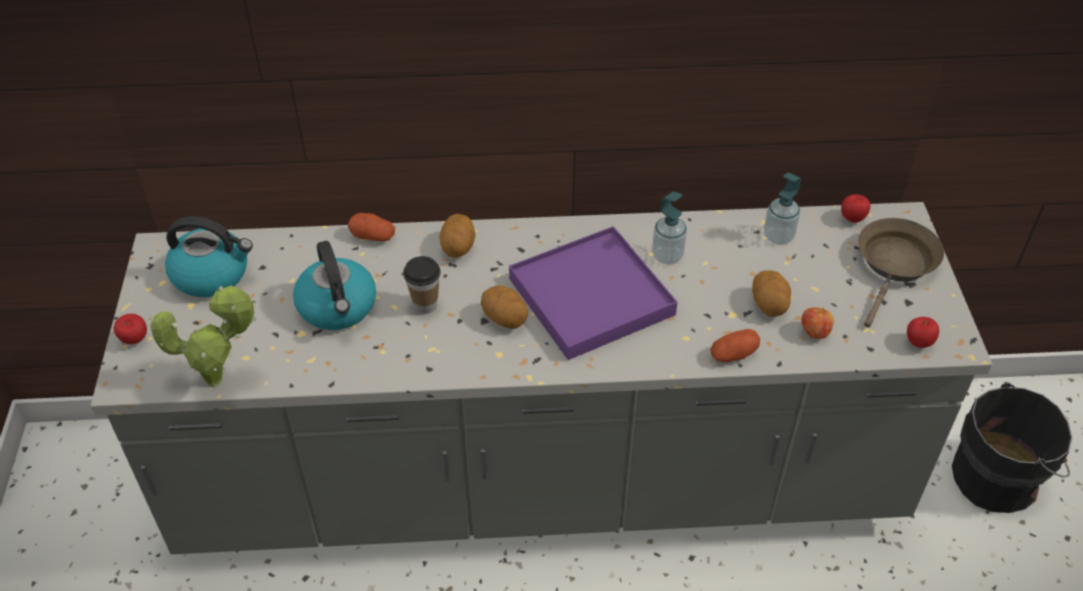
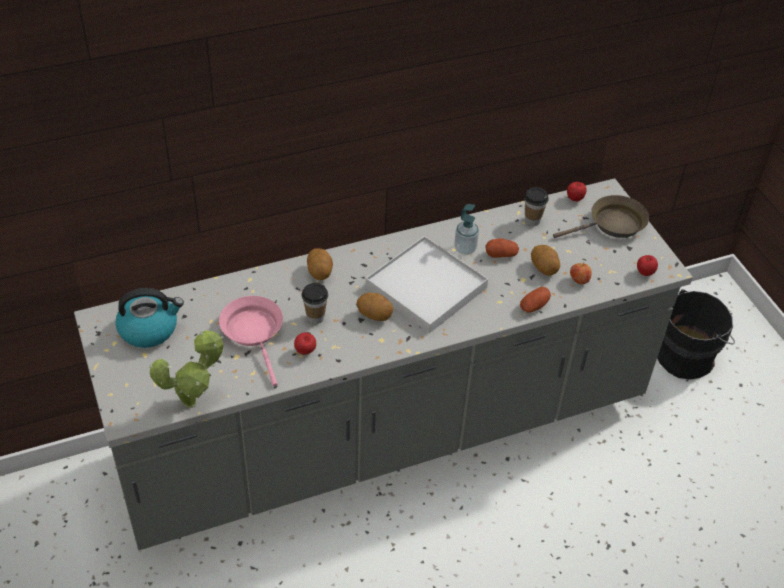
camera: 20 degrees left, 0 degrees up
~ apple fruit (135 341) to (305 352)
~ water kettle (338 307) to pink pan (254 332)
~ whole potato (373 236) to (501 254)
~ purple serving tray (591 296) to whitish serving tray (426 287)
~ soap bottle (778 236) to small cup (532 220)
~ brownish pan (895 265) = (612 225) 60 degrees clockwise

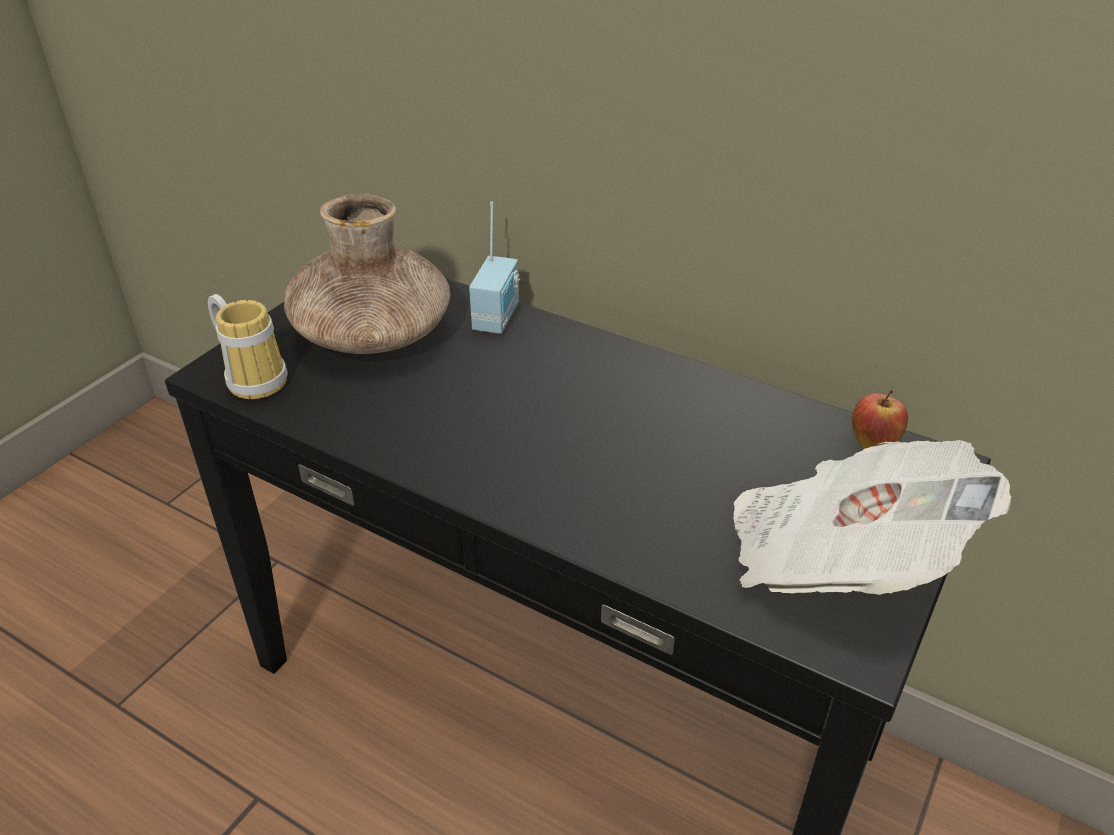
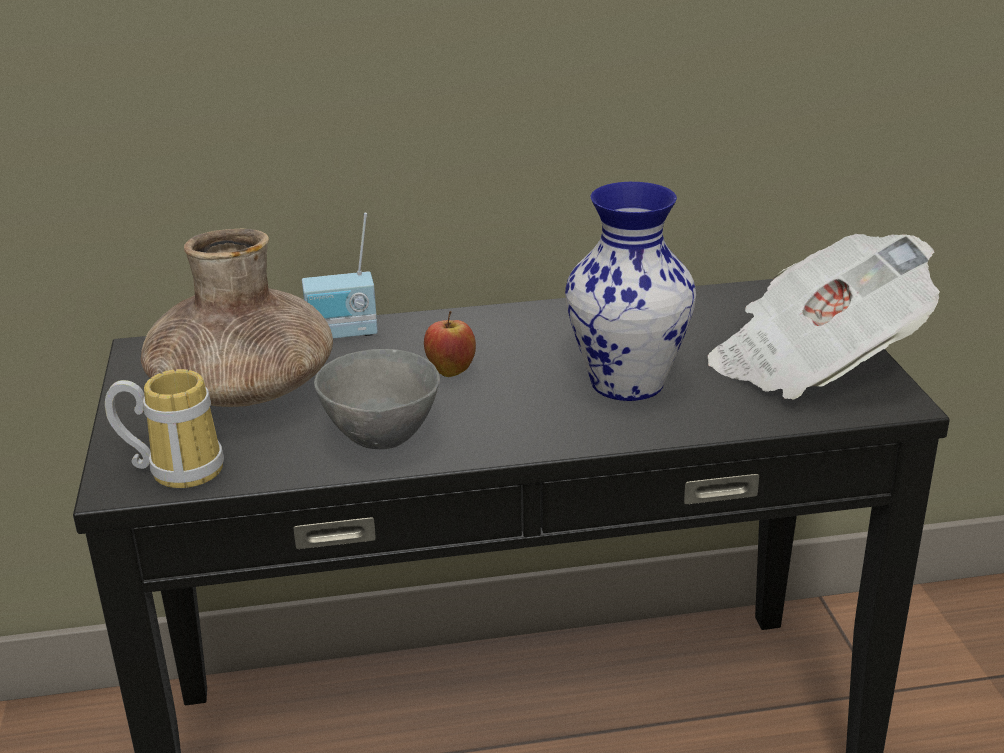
camera: 40 degrees left, 10 degrees down
~ radio set (498 318) = (343 334) 105 degrees clockwise
~ apple fruit (872 444) to (450 372)
+ gray bowl (383 439)
+ decorative vase (626 384)

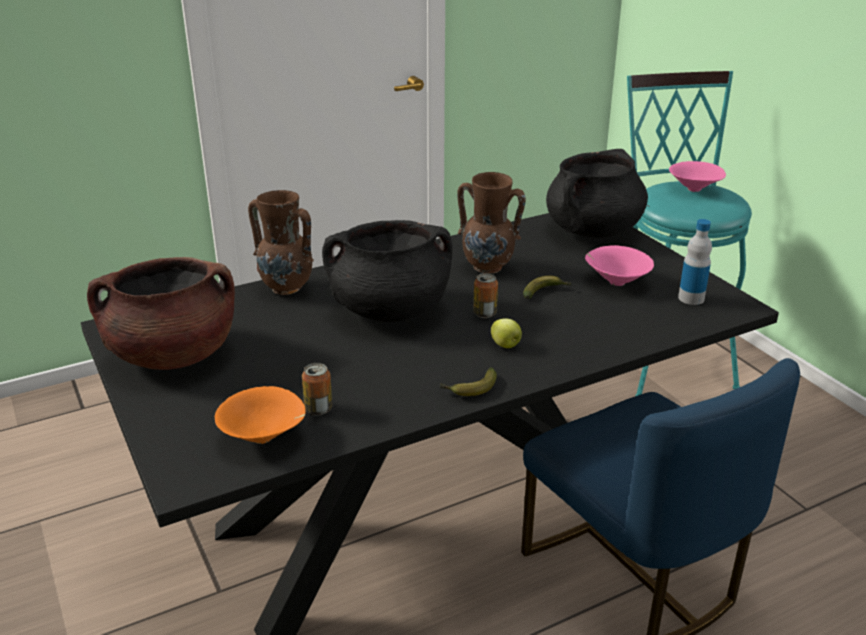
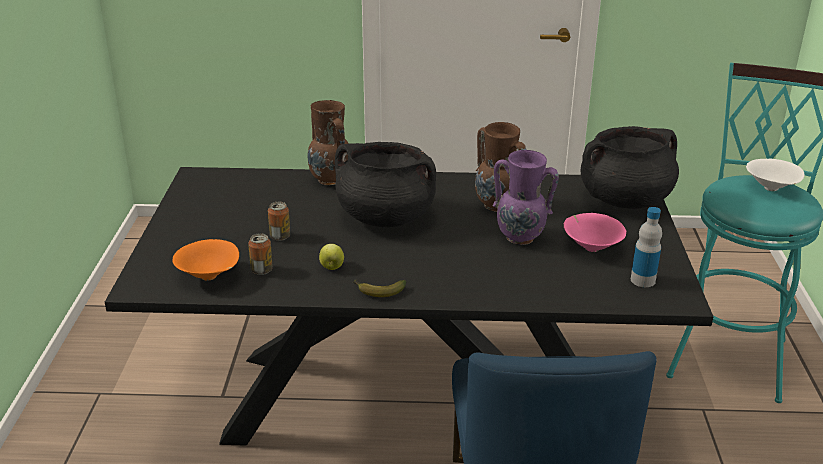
camera: 30 degrees right, 0 degrees up
- brownish stockpot (173 355)
~ sealed can (485 313) to (280 236)
~ apple fruit (506 345) to (332 267)
~ banana (545 292) to purple decorative vase (521 238)
~ pink bowl (695 190) to whitish bowl (771 189)

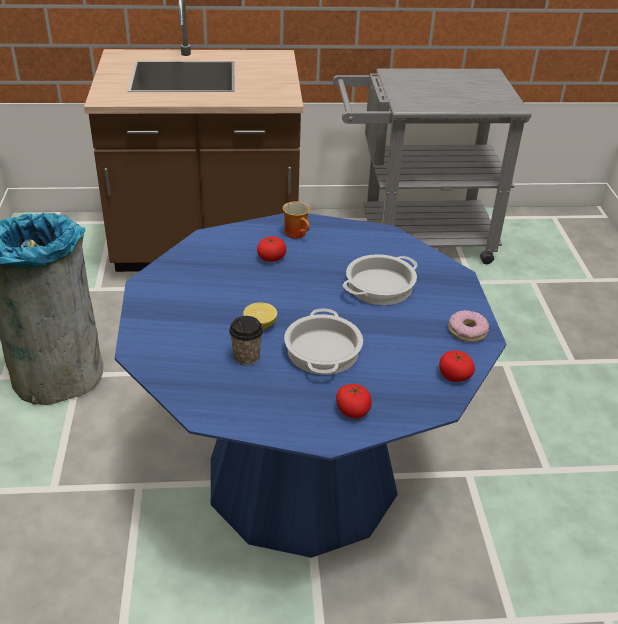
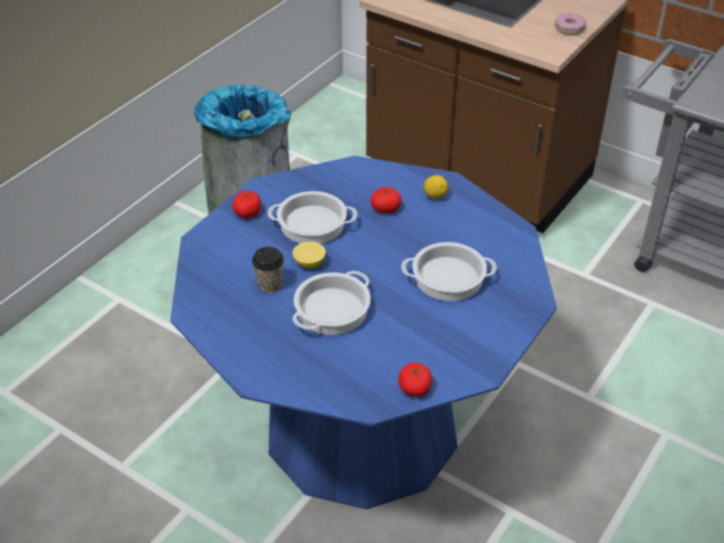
camera: 40 degrees right, 5 degrees up
~ mug (298 234) to lemon (435 196)
~ whole tomato (353 410) to (248 212)
~ donut (467 331) to (569 28)
+ stockpot (311 224)

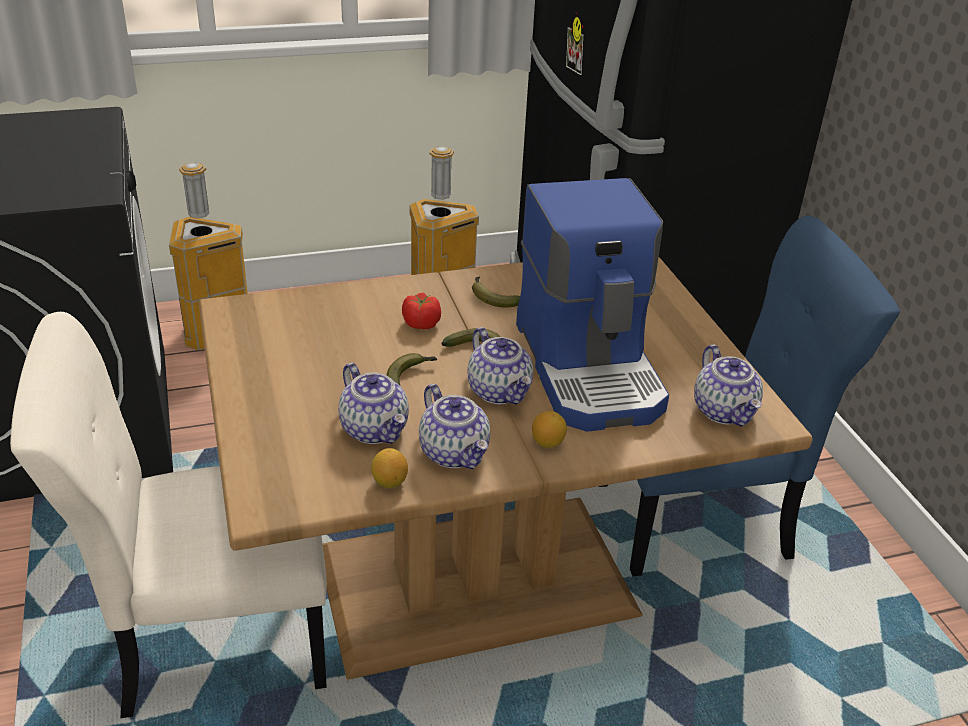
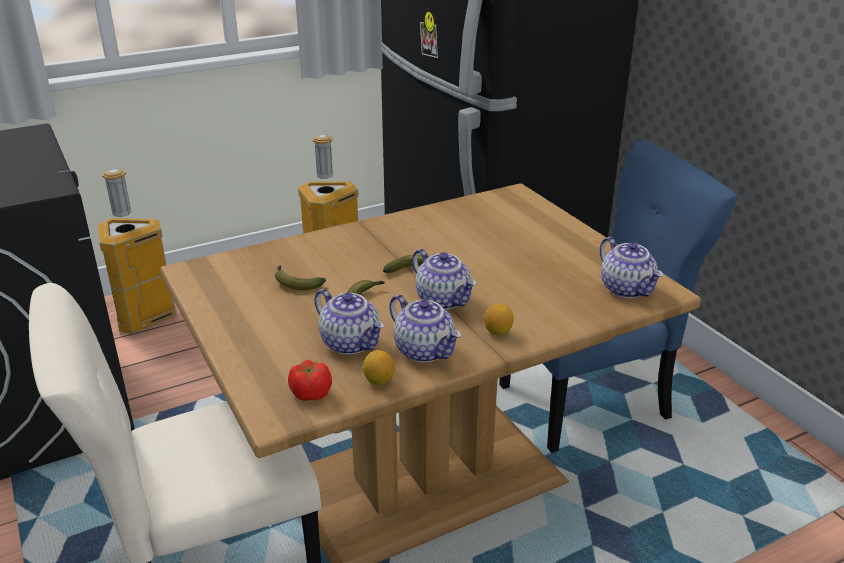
camera: 10 degrees left, 5 degrees down
~ whole tomato (421 324) to (310 393)
~ banana (492 298) to (295 283)
- coffee maker (591 368)

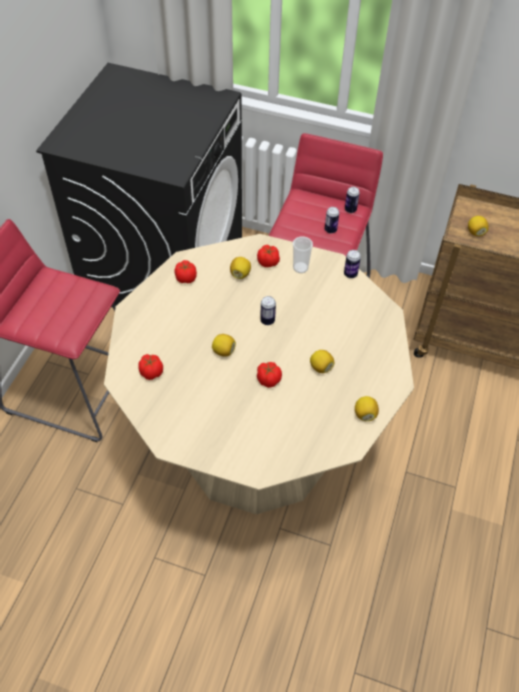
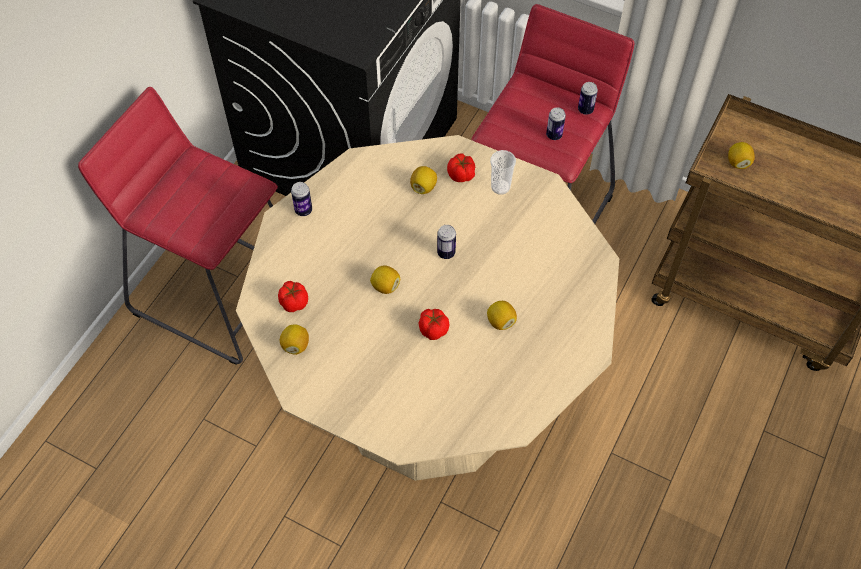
camera: 10 degrees right, 5 degrees up
- whole tomato (186 278)
~ sealed can (350 274) to (303 210)
~ lemon (365 414) to (295 345)

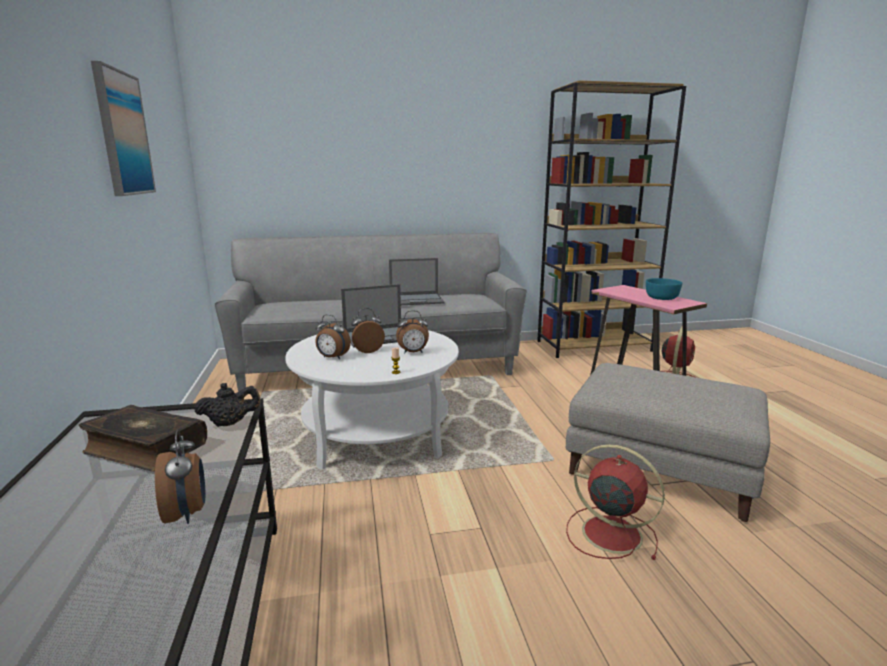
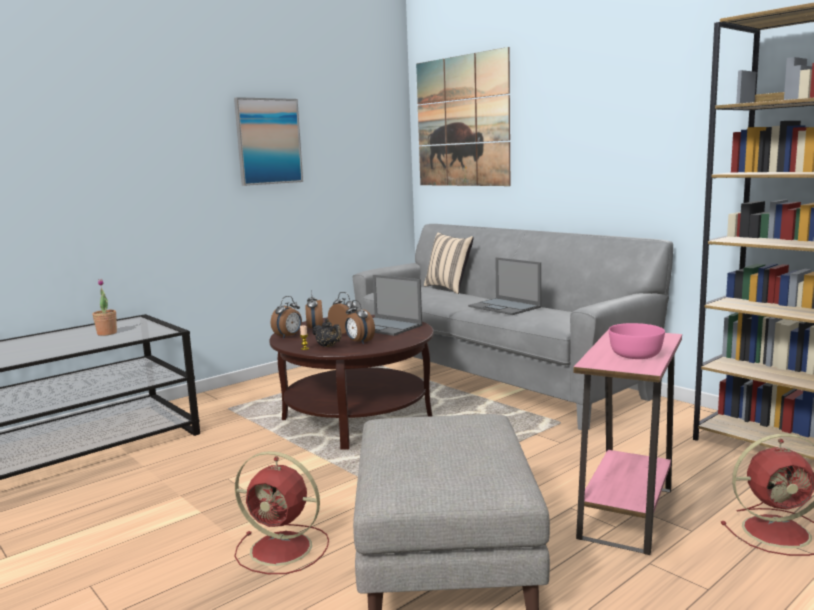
camera: 60 degrees right, 5 degrees down
~ book (145 449) to plant in a pot (107 333)
~ bedside clock (187 513) to (289 336)
~ black tea pot (230 423) to (328 346)
~ whitish lounge table (377 435) to brownish lounge table (357 419)
~ red cooling fan (609 533) = (284 549) 105 degrees clockwise
~ turquoise bowl (662 297) to pink bowl (636 355)
+ wall art (462 121)
+ sand-coloured pillow (449 288)

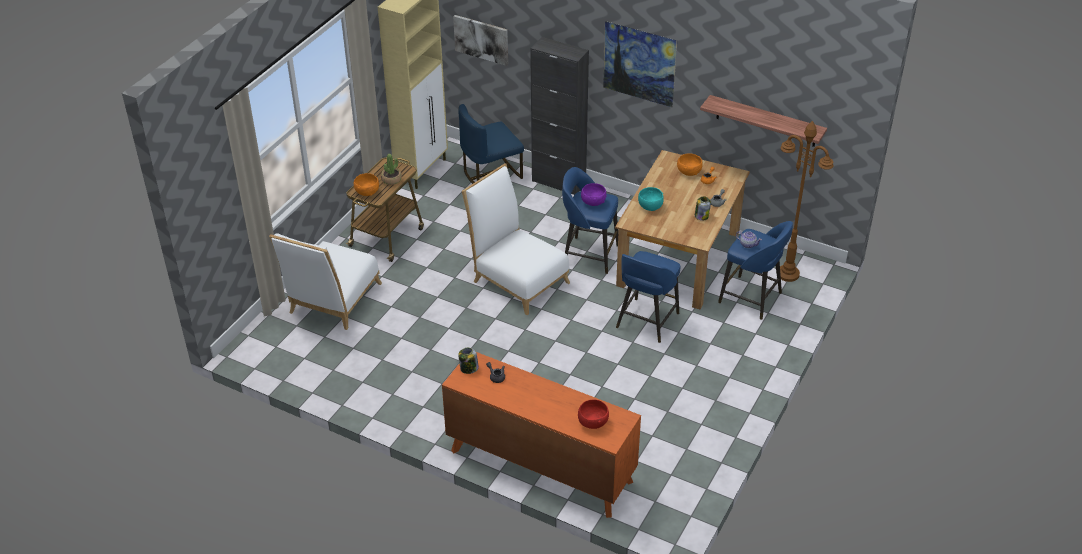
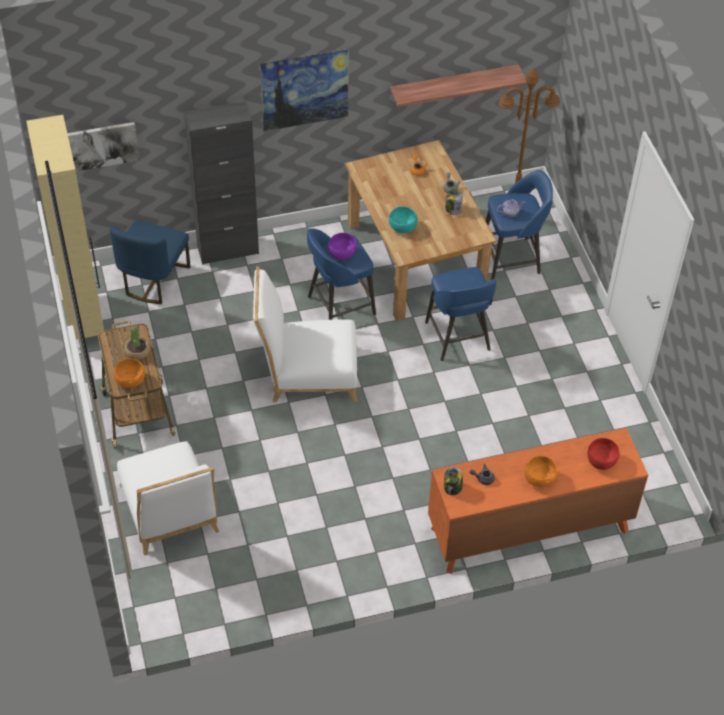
camera: 45 degrees left, 10 degrees up
~ orange bowl (688 172) to (539 479)

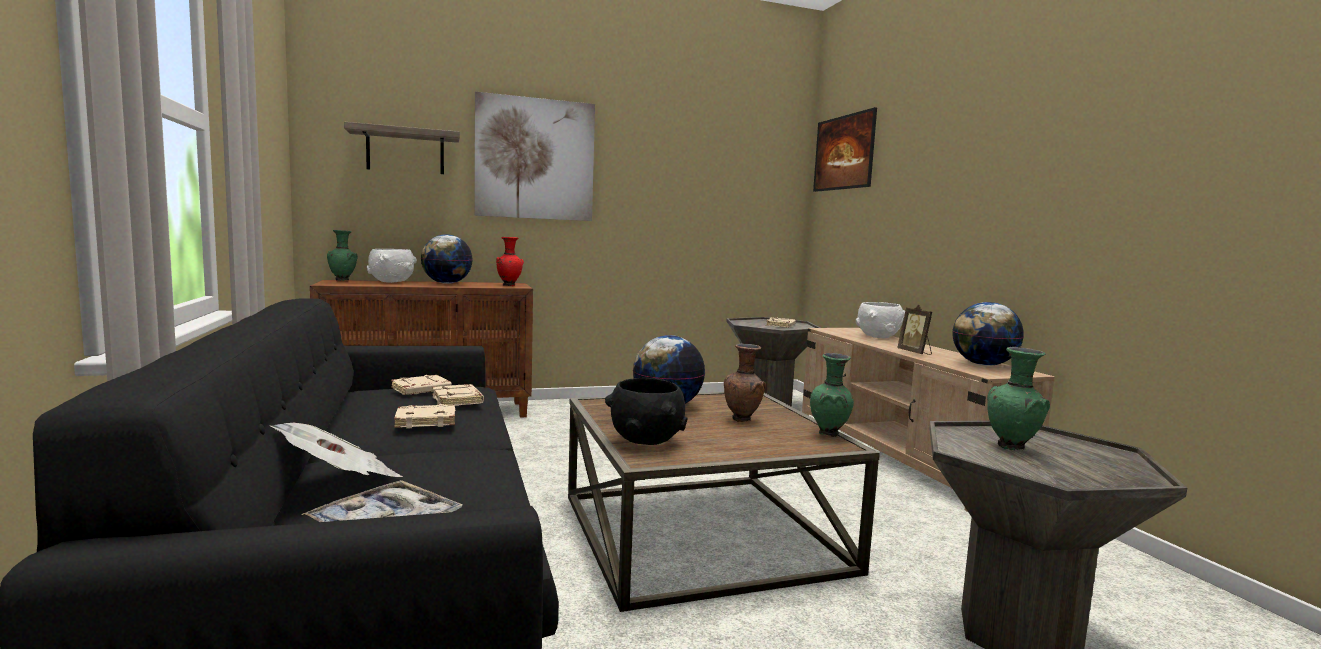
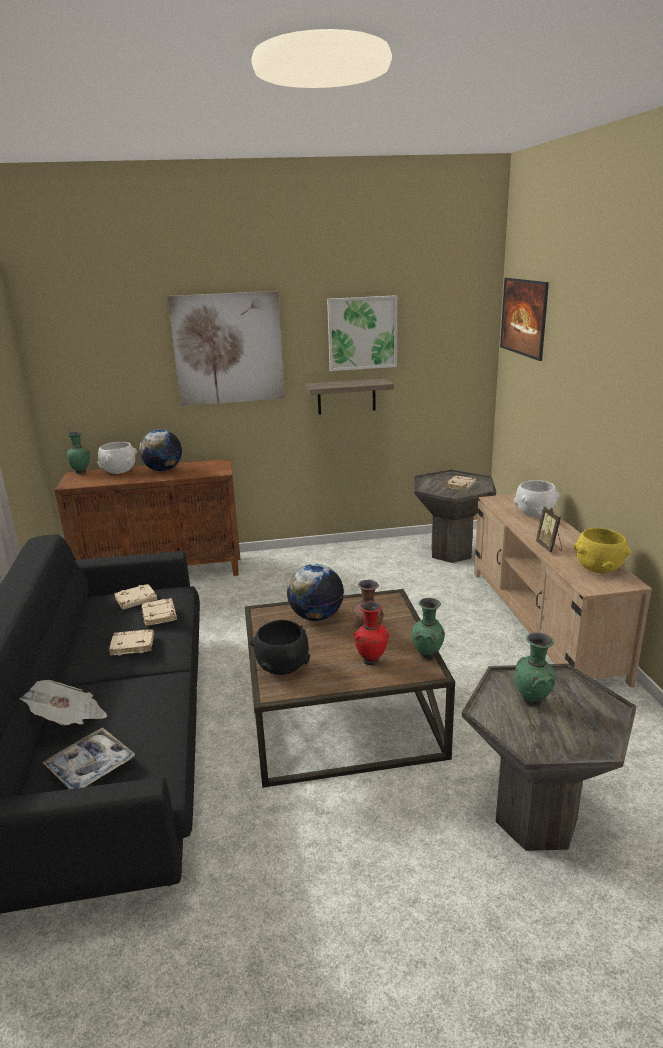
camera: 10 degrees right, 15 degrees up
~ bracket shelf (405 151) to (346 396)
~ red decorative vase (509 285) to (371 661)
~ world globe (983 365) to yellow bowl (598 569)
+ wall art (362 333)

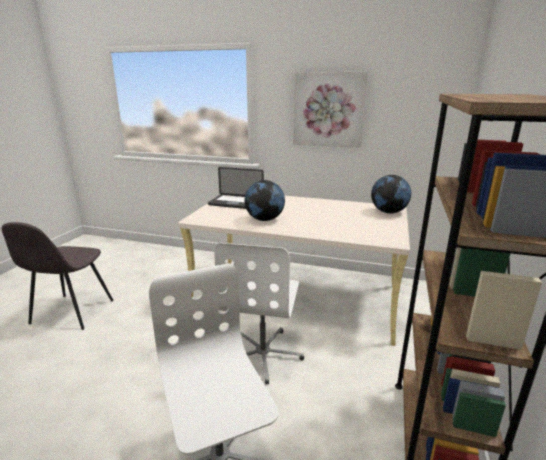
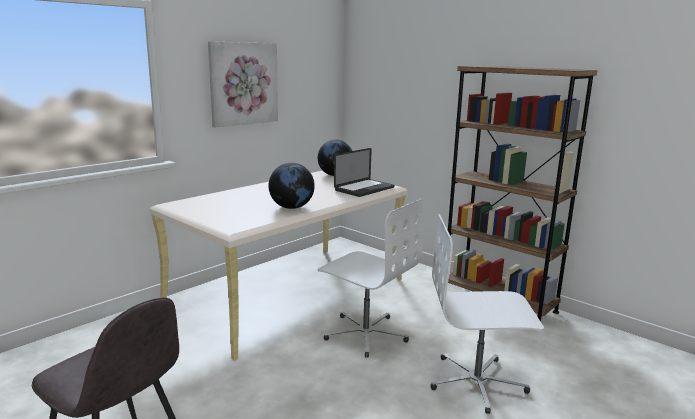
camera: 65 degrees left, 5 degrees down
~ portable computer (236 203) to (364 189)

